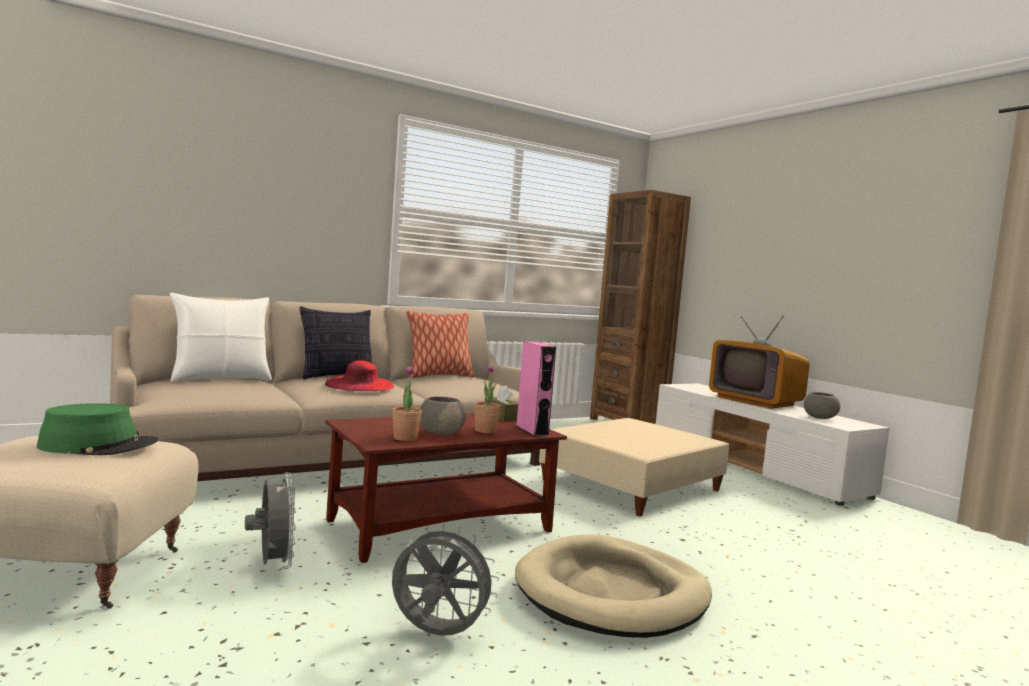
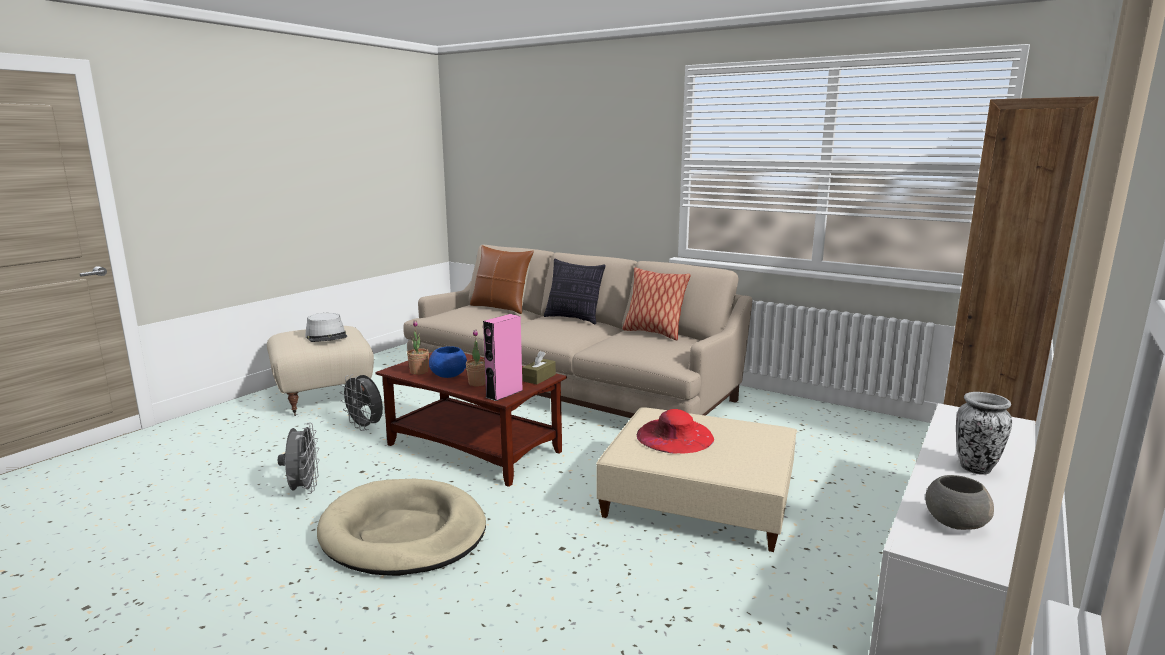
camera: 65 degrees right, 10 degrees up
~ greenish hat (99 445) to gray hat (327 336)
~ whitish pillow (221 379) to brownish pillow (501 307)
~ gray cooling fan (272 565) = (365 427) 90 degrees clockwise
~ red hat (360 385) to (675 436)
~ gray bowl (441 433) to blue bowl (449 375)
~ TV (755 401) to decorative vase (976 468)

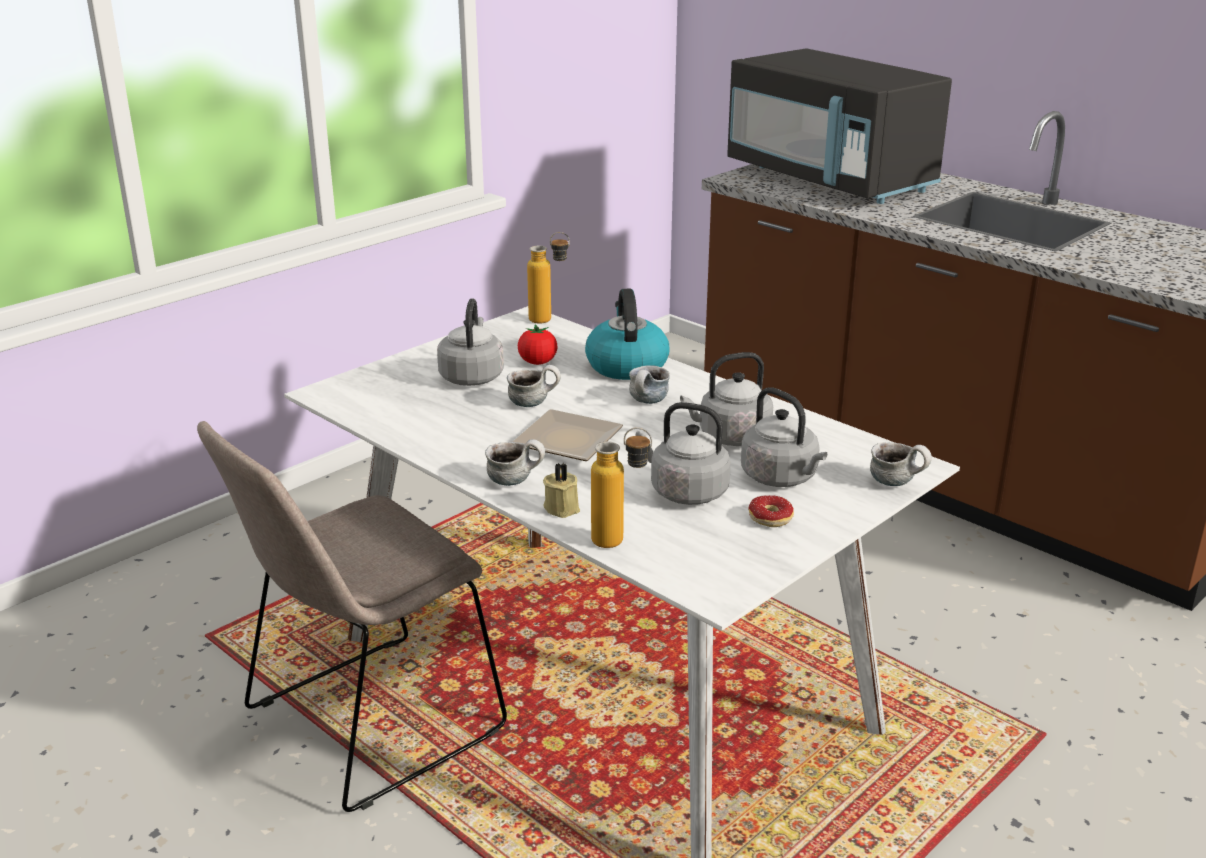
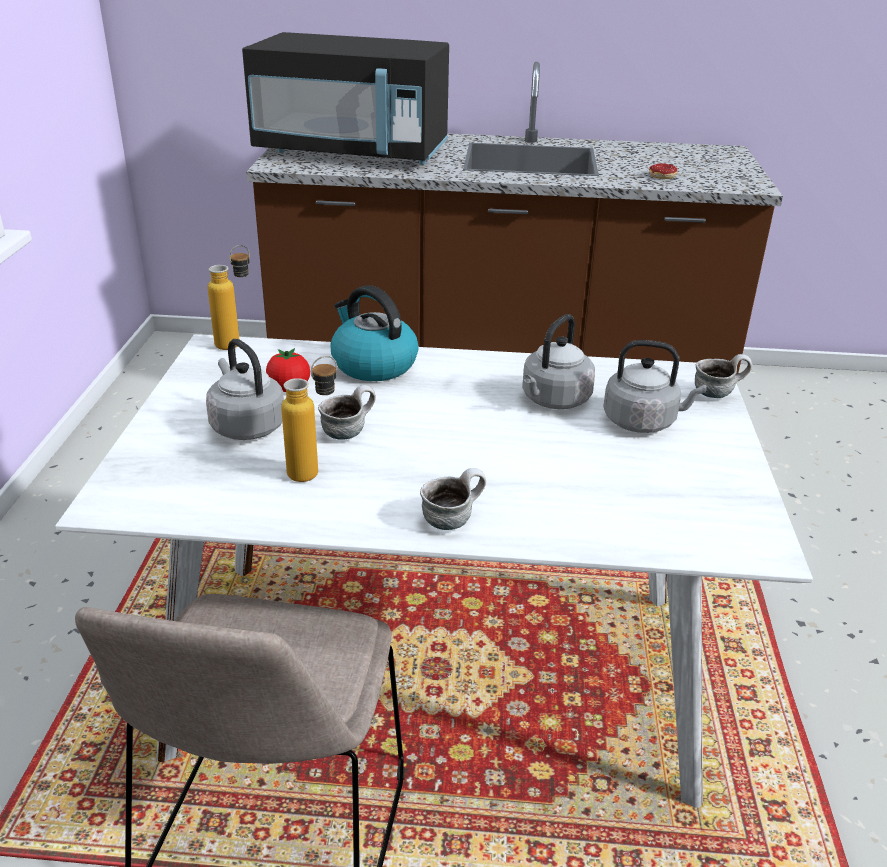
camera: 40 degrees left, 5 degrees up
- flat dish (563 441)
- sand-coloured candle (562 507)
~ drink bottle (620 542) to (315 471)
- mug (648 403)
- gray water kettle (684 492)
~ donut (764 521) to (662 178)

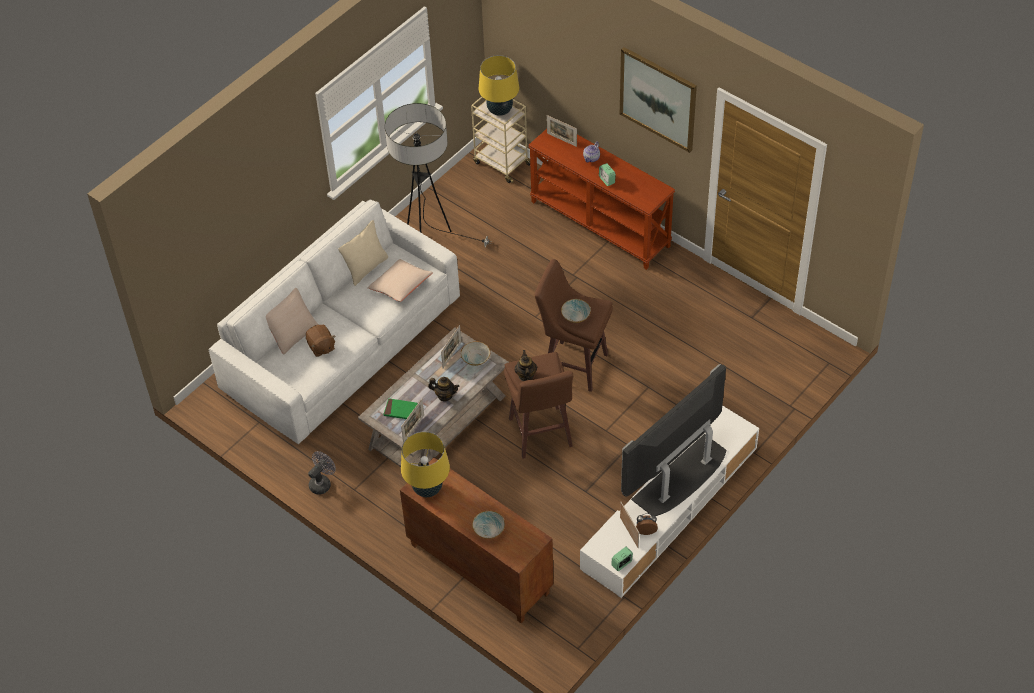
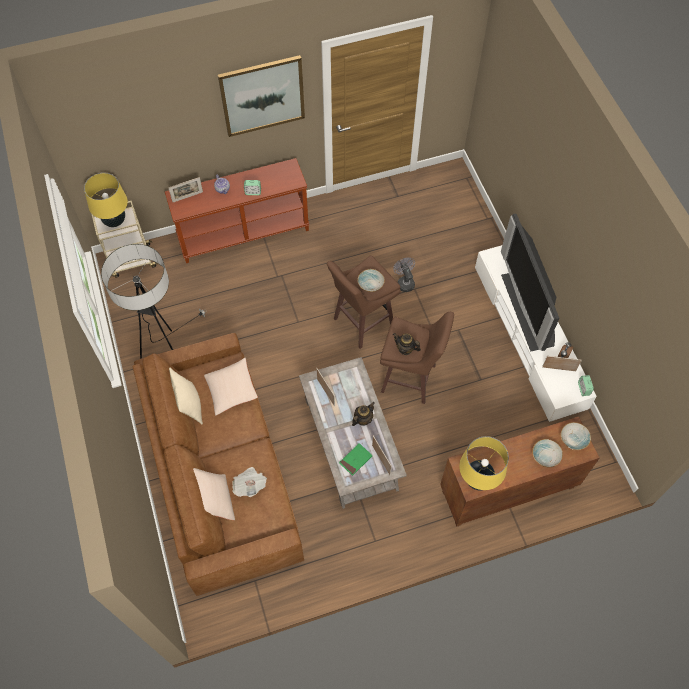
camera: 60 degrees left, 10 degrees up
~ whitish sofa (342 344) to brownish sofa (221 471)
~ brownish soft toy (321 347) to newspaper (250 485)
~ gray cooling fan (322 483) to (404 282)
~ bowl (475 358) to (573 440)

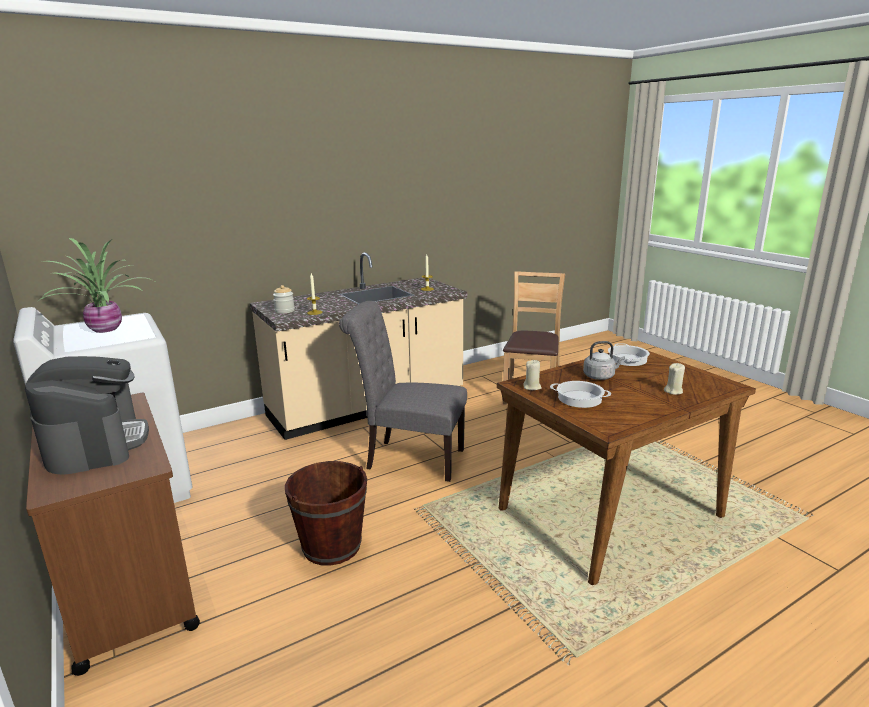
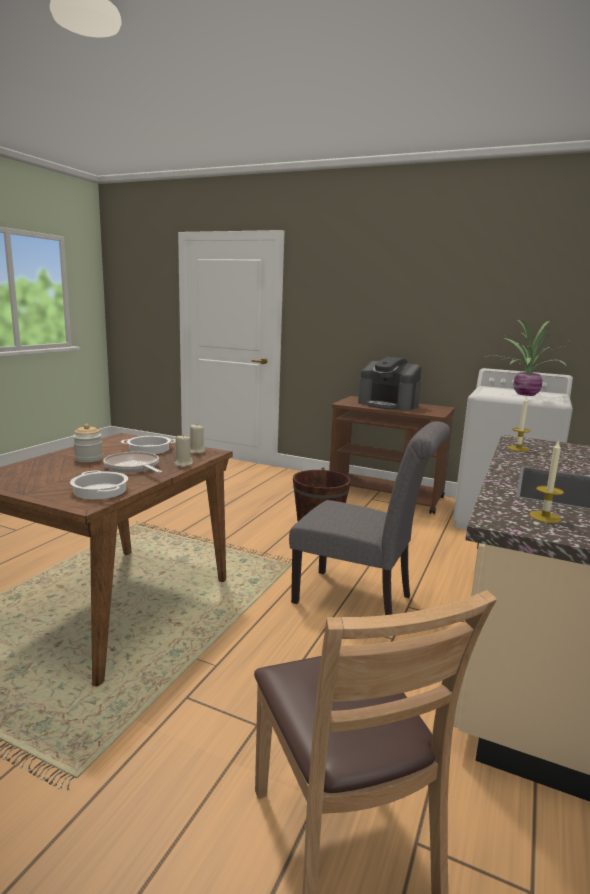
camera: 145 degrees right, 5 degrees down
~ preserve jar (284 311) to (88 459)
~ gray upright chair (409 458) = (360 600) 45 degrees clockwise
~ gray water kettle (600 376) to pan (133 467)
~ sand-coloured candle (673 391) to (183 464)

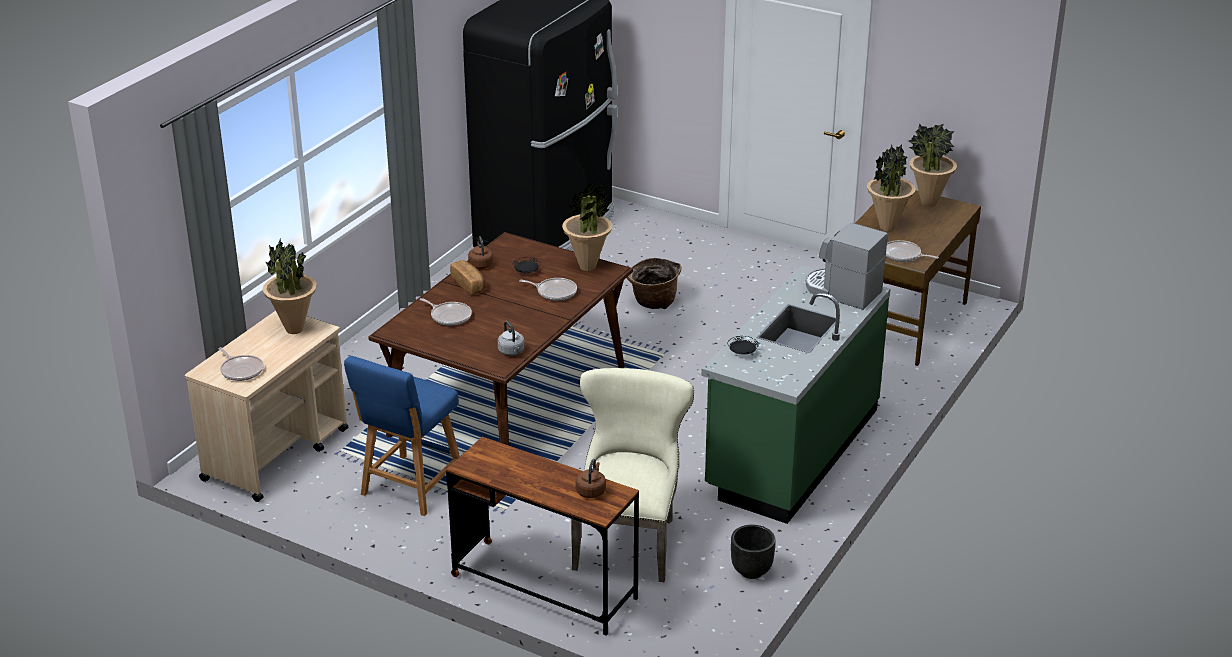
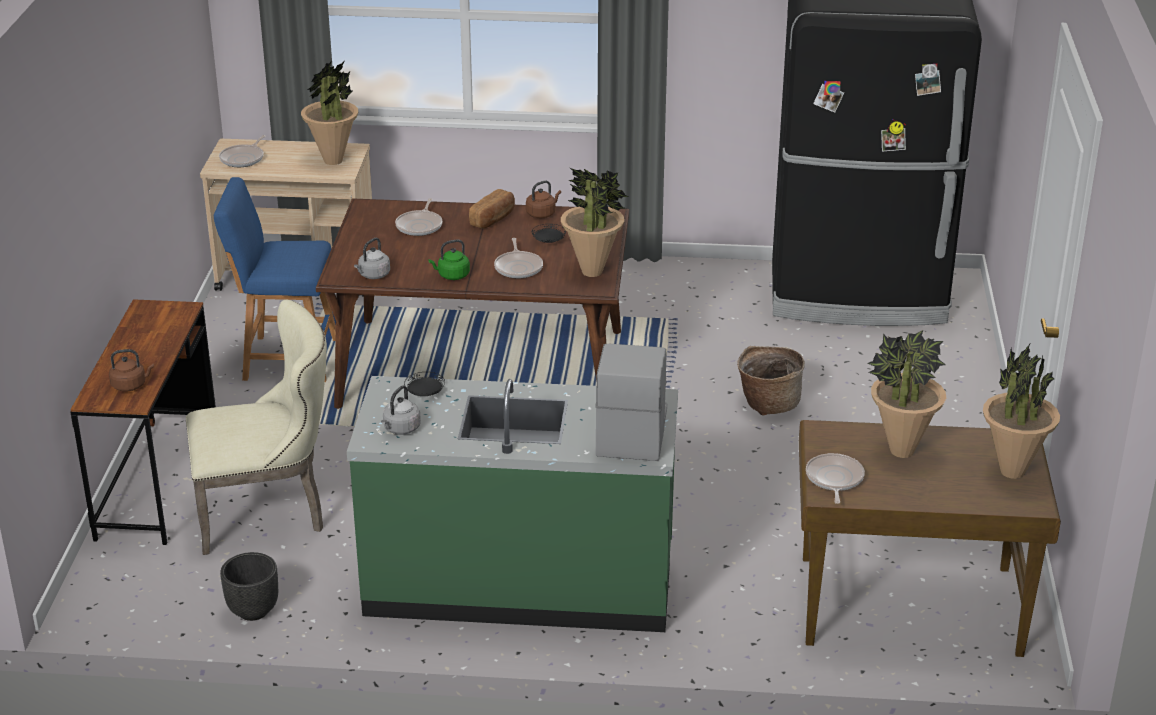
camera: 65 degrees right, 0 degrees up
+ gray water kettle (400 429)
+ greenish water kettle (452 276)

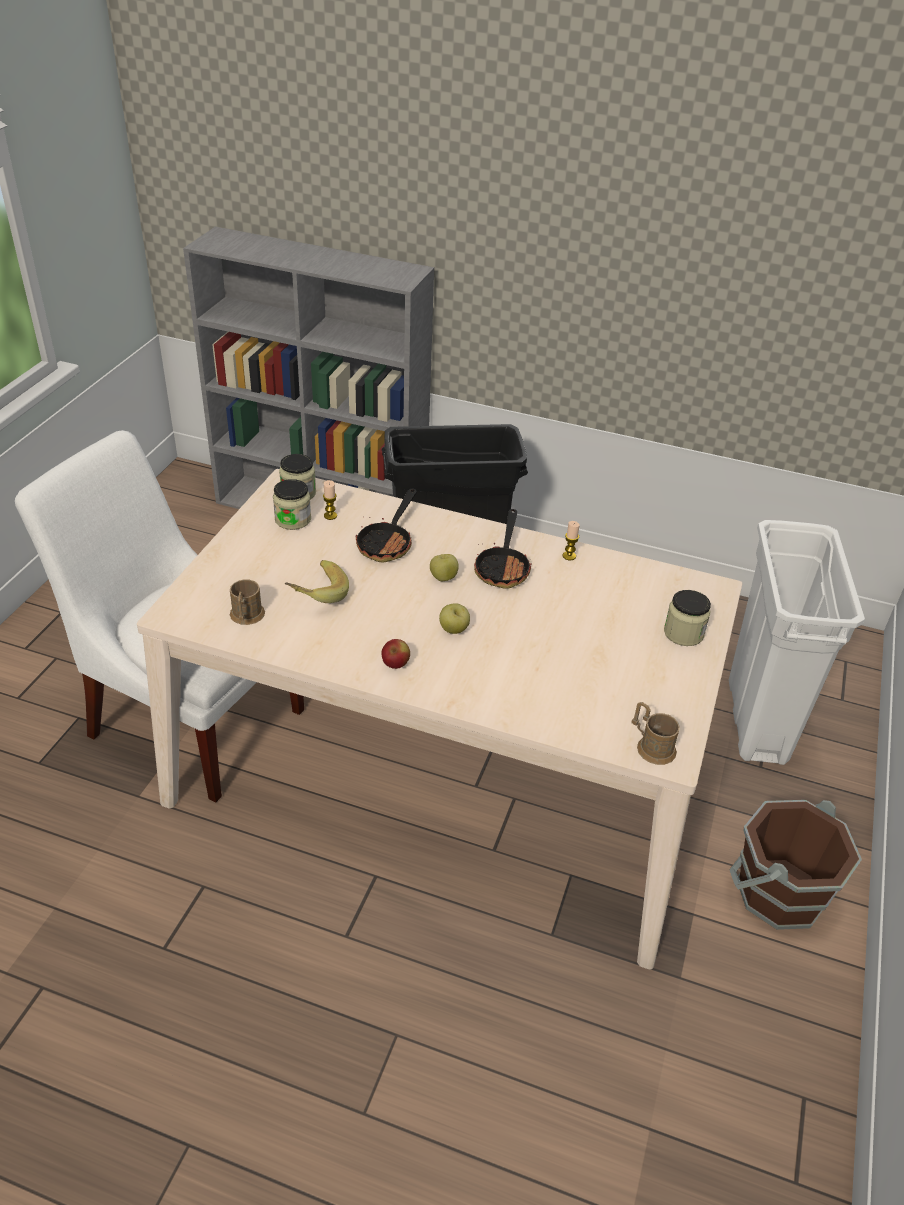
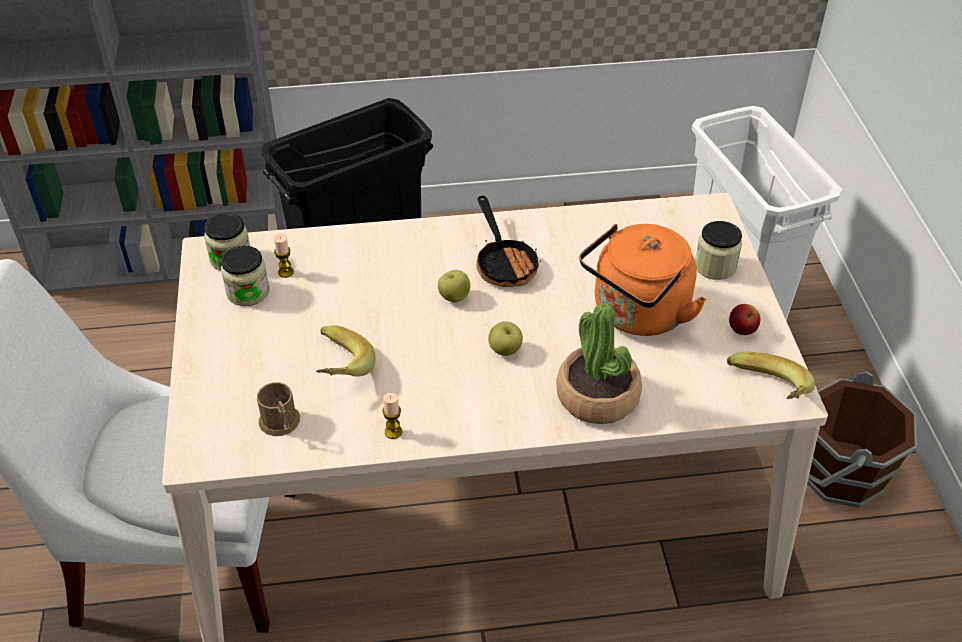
camera: 25 degrees left, 5 degrees up
- pan (388 543)
~ apple fruit (395 664) to (742 330)
~ candle (569 556) to (393 432)
~ brownish mug (651 746) to banana (765 393)
+ plant in a pot (598 396)
+ orange water kettle (637 314)

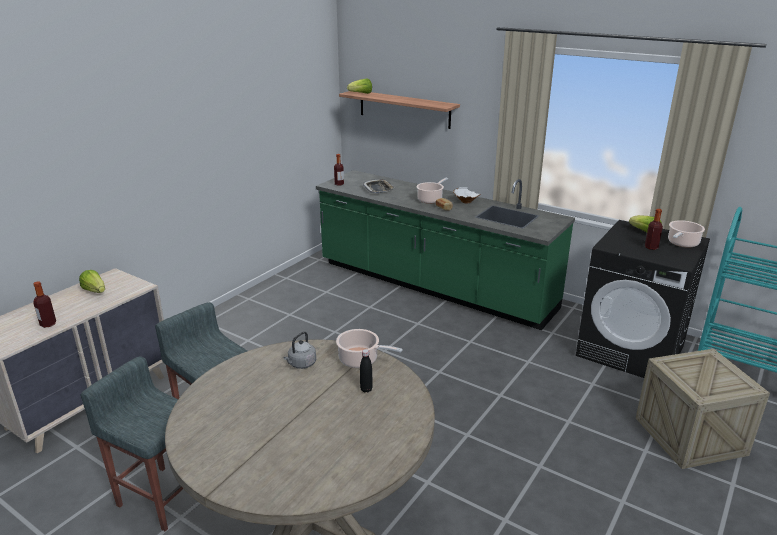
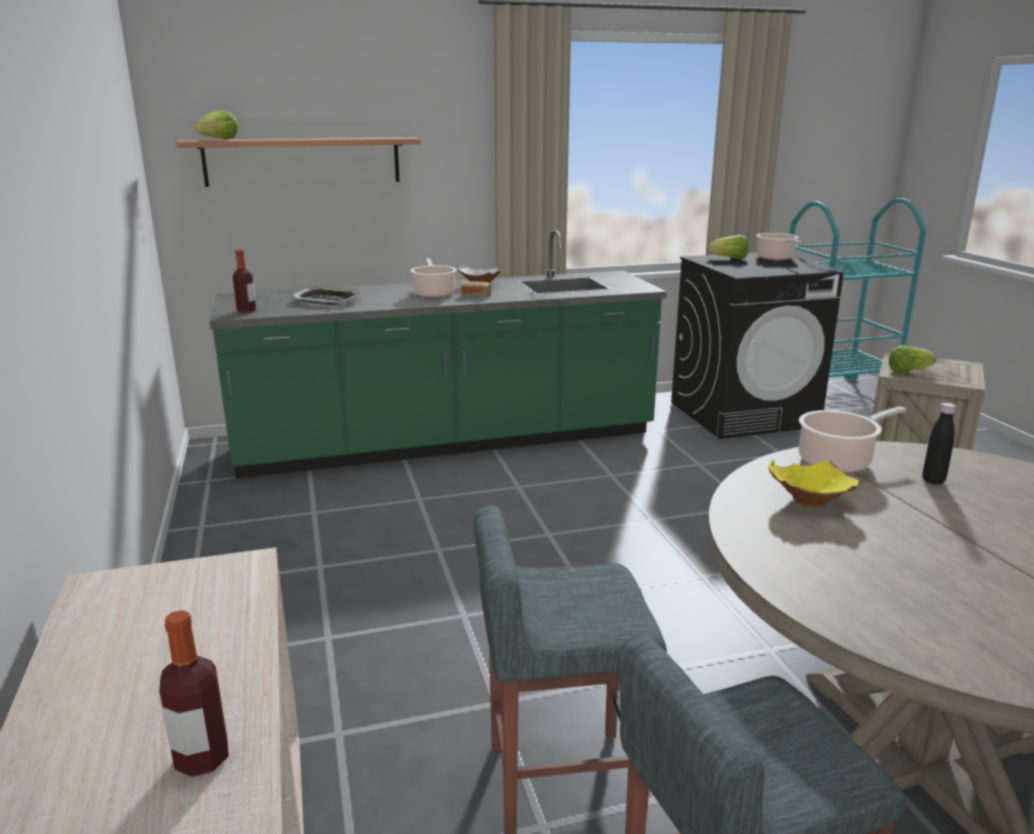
camera: 50 degrees left, 5 degrees down
~ lettuce head (95 291) to (908 371)
~ gray water kettle (301 364) to yellow bowl (810 502)
- drink bottle (651 247)

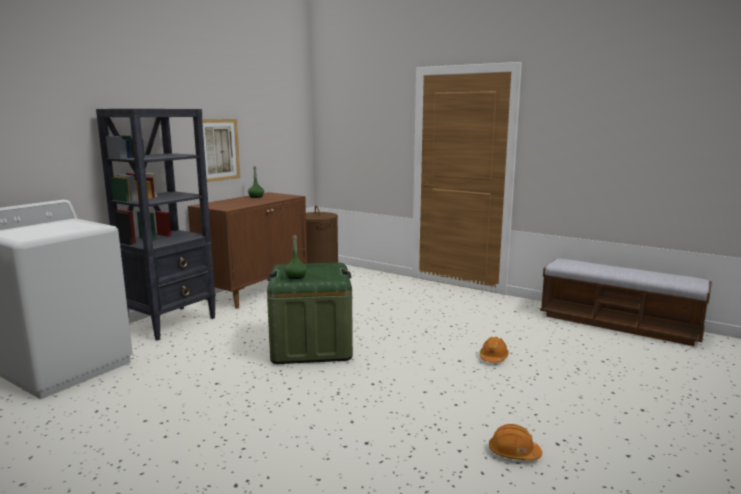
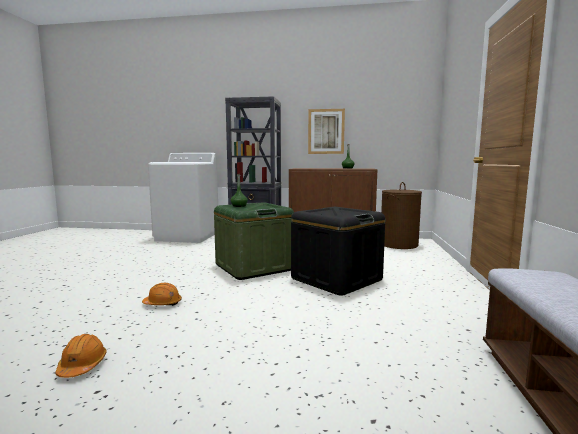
camera: 65 degrees right, 5 degrees down
~ orange safety helmet (493 357) to (163 303)
+ black storage container (336 279)

